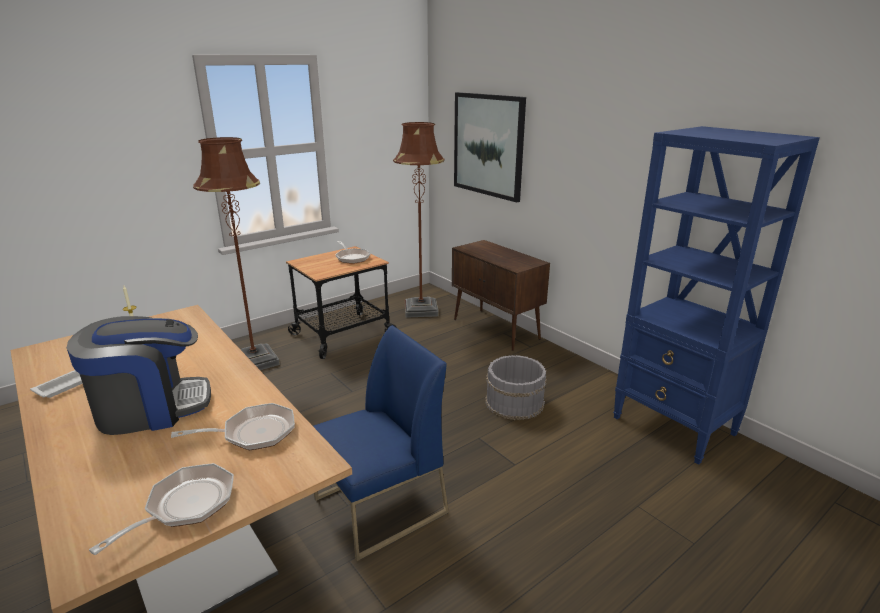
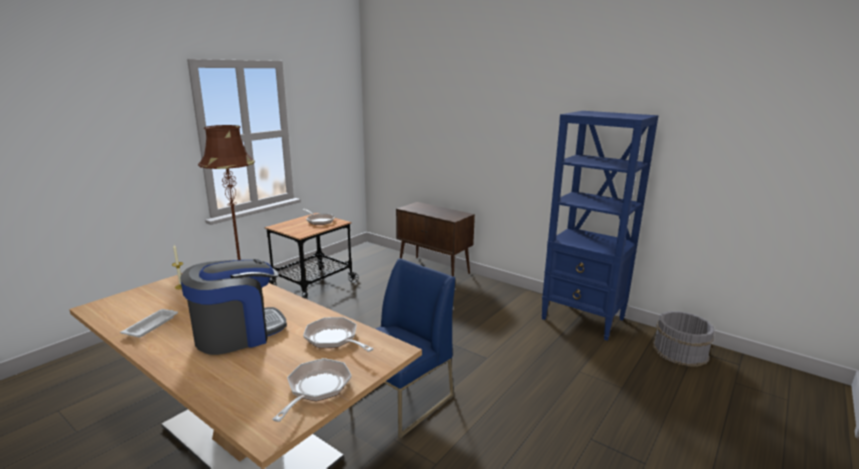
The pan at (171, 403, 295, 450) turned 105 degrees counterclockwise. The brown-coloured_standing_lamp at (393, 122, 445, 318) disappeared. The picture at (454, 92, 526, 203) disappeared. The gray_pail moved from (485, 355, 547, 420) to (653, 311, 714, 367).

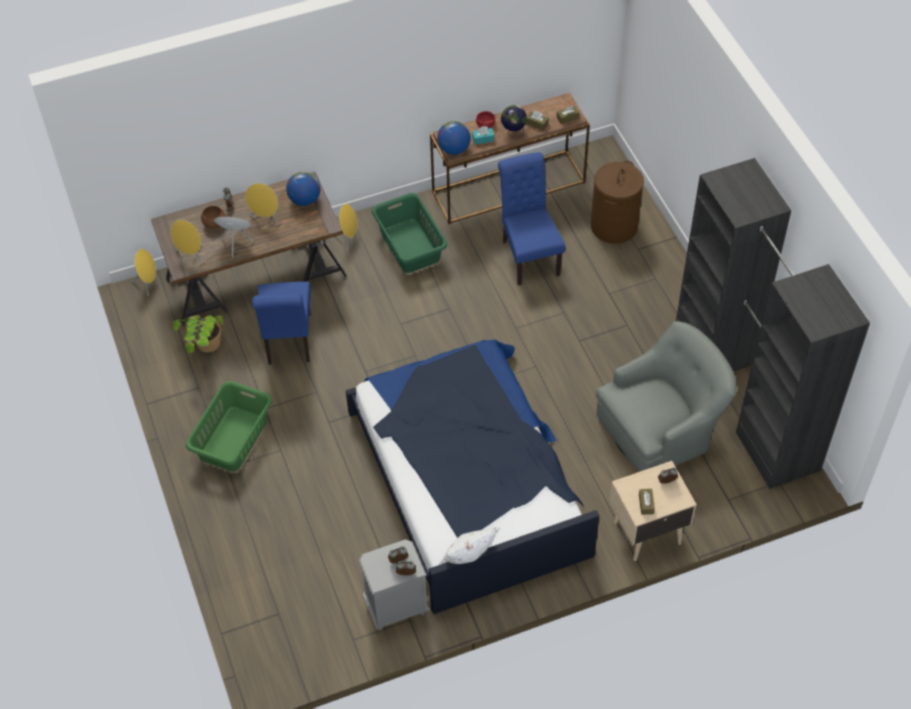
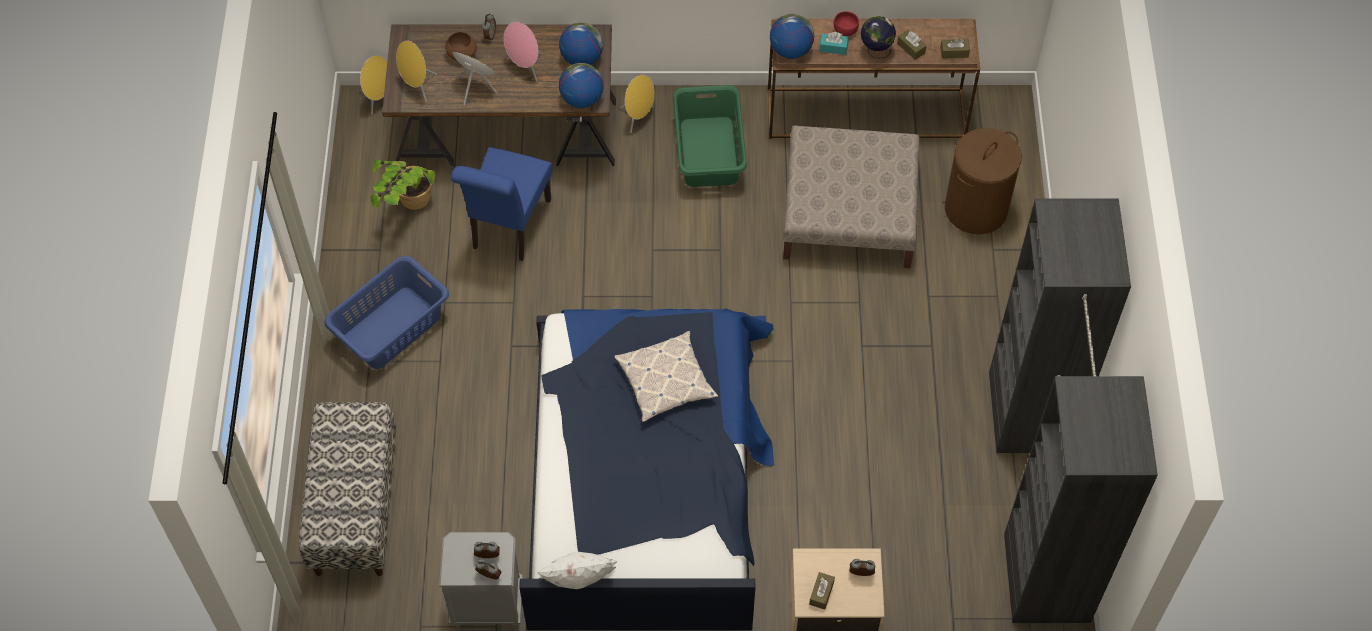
The green_washing_basket at (186, 381, 272, 472) became the blue-coloured_washing_basket at (324, 256, 449, 369). The yellowish_speaker at (245, 183, 279, 225) became the pink-coloured_speaker at (504, 22, 542, 81). The blue-coloured_chair at (498, 152, 565, 286) was replaced by the sand-coloured_footrest at (783, 125, 919, 268). The gray_easy_chair at (596, 321, 737, 472) disappeared. The bench at (299, 402, 397, 576) appeared. The globe at (559, 63, 604, 108) appeared. The pillow at (614, 331, 718, 422) appeared.

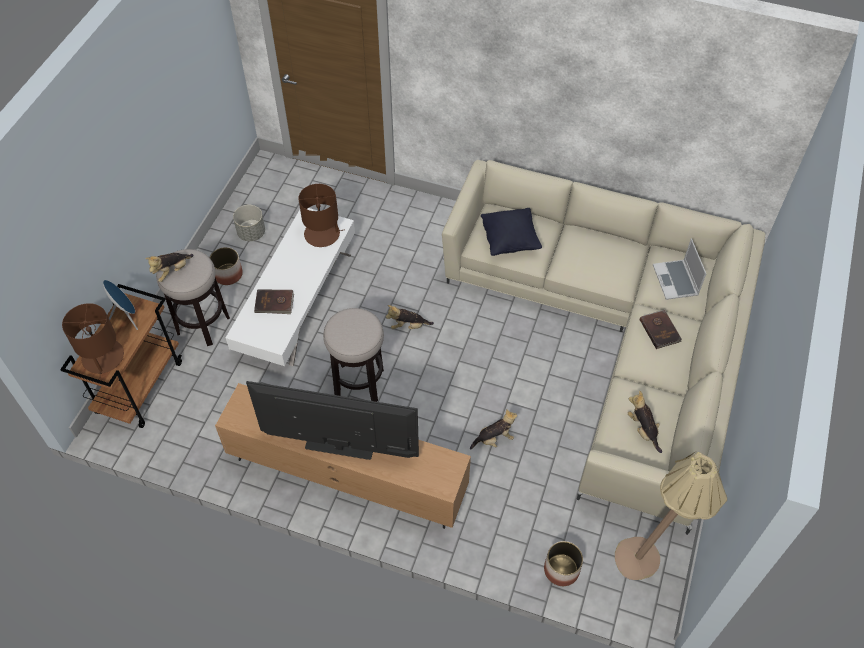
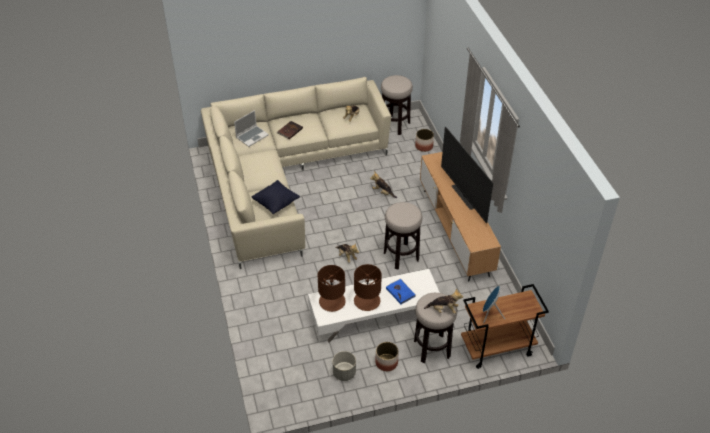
The brown-coloured_tabletop_lamp moved from (62, 303, 124, 378) to (354, 264, 382, 311). The brown-coloured_bound_book at (254, 290, 294, 314) became the blue-coloured_bound_book at (386, 279, 416, 304). The sand-coloured_standing_lamp at (615, 452, 727, 580) was replaced by the sitting_stool at (381, 75, 413, 135).

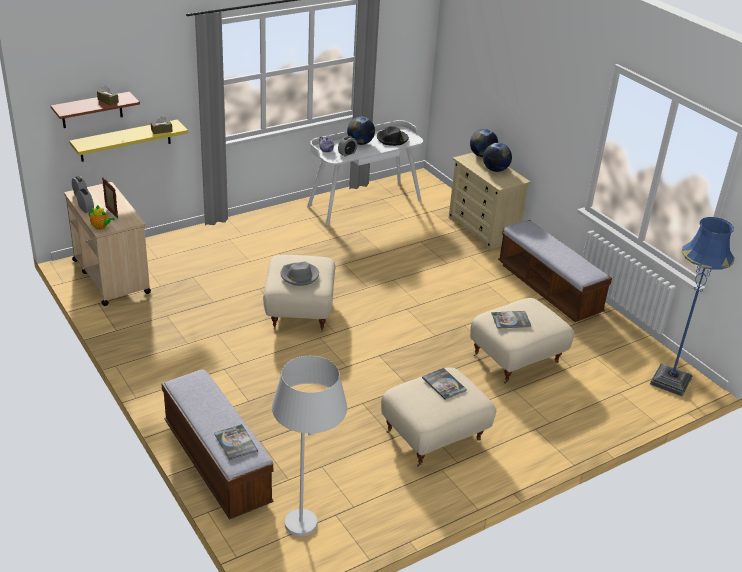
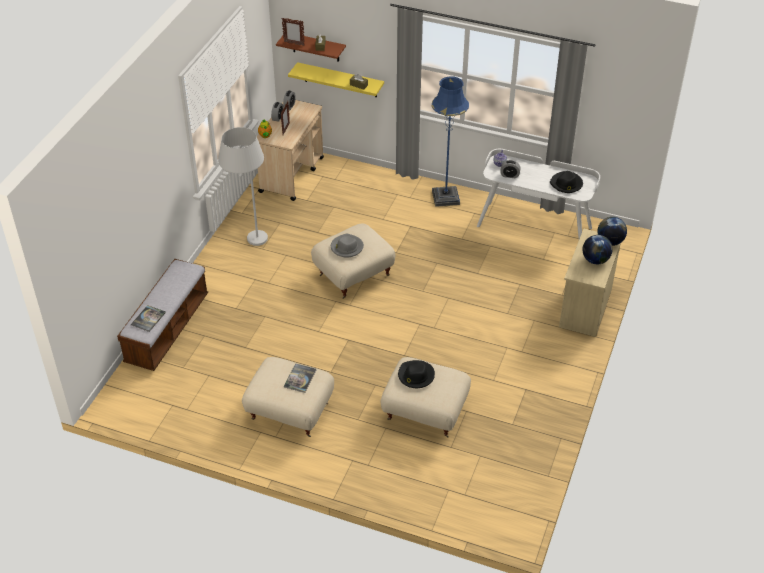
The white-coloured_standing_lamp moved from (272, 356, 347, 536) to (218, 127, 268, 246). The globe at (347, 117, 375, 145) disappeared. The bound_book at (492, 311, 531, 329) was replaced by the black_hat at (398, 360, 435, 388). The bench at (498, 220, 612, 322) disappeared. The blue-coloured_standing_lamp moved from (650, 217, 734, 396) to (432, 76, 469, 207). The picture_frame at (282, 18, 305, 46) appeared.

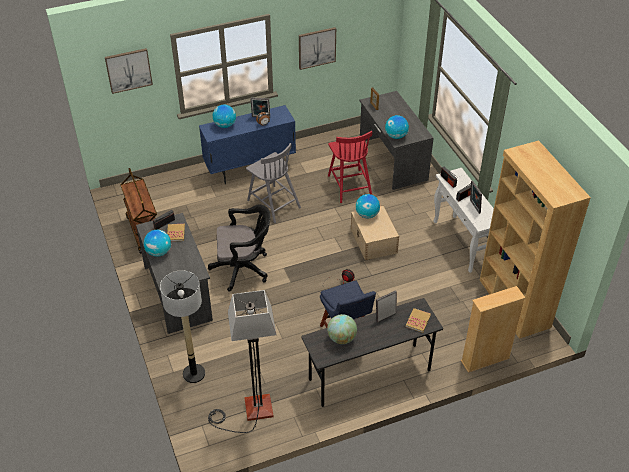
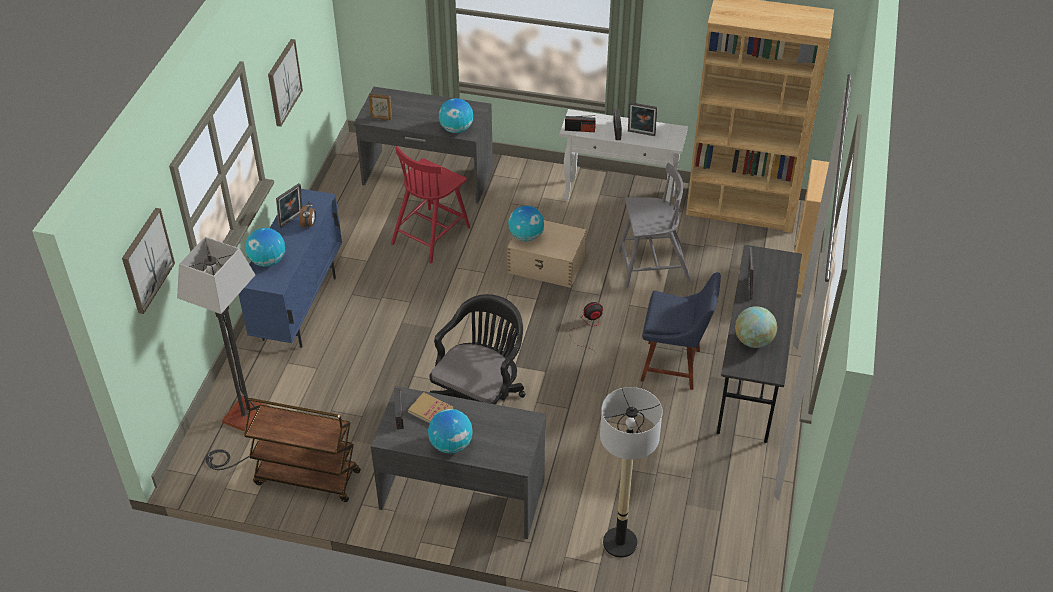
The standing_lamp moved from (208, 290, 277, 433) to (177, 237, 268, 470). The gray_chair moved from (246, 143, 301, 223) to (618, 163, 692, 288). The reddish_chair at (328, 131, 372, 203) turned 105 degrees clockwise. The bound_book at (406, 308, 431, 333) disappeared.

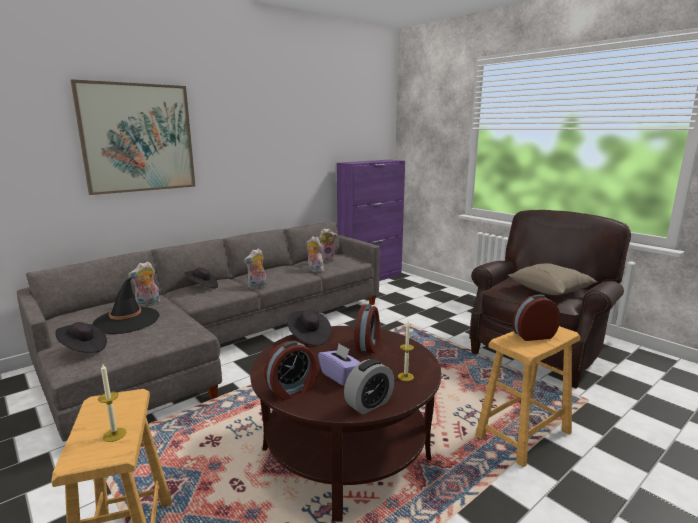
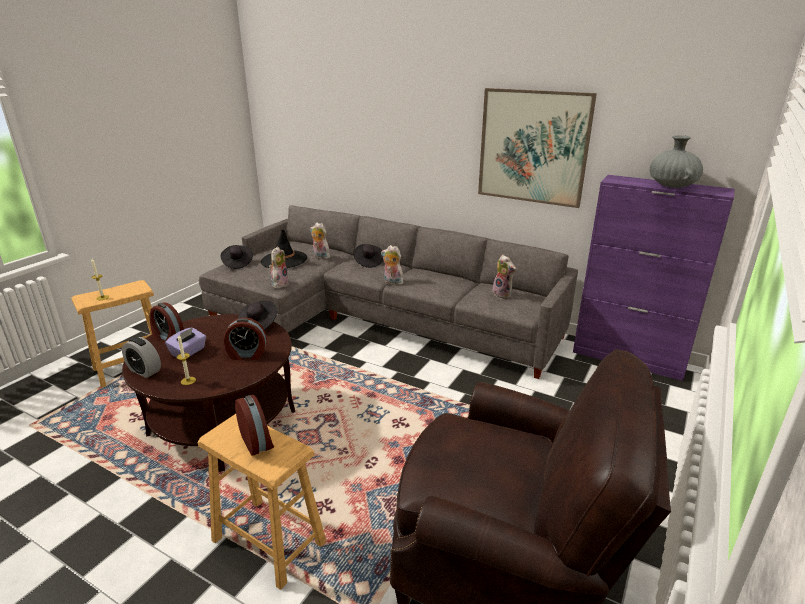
The picture moved from (70, 79, 195, 195) to (478, 88, 597, 208). The plush_toy moved from (306, 236, 324, 272) to (269, 246, 289, 289). The sand-coloured_pillow at (508, 263, 597, 295) disappeared. The gray_flower_vase at (650, 135, 703, 188) appeared.

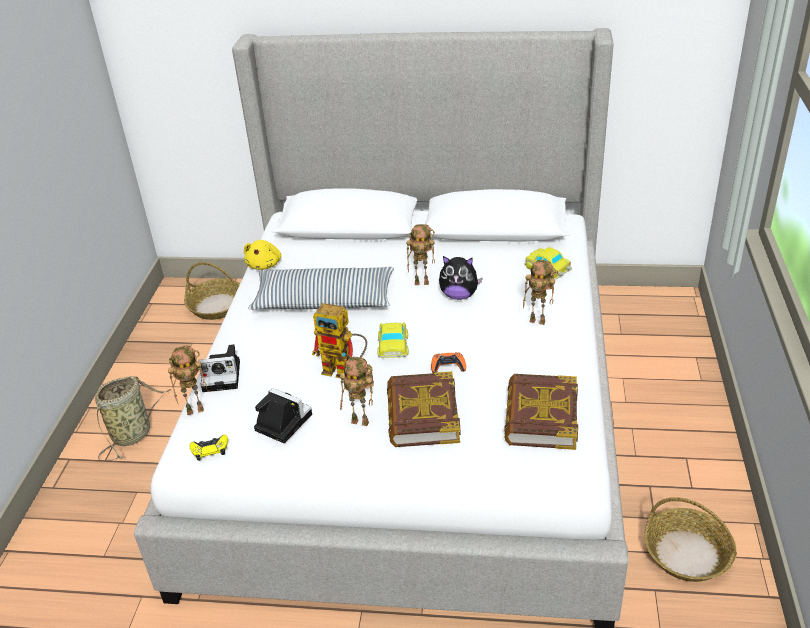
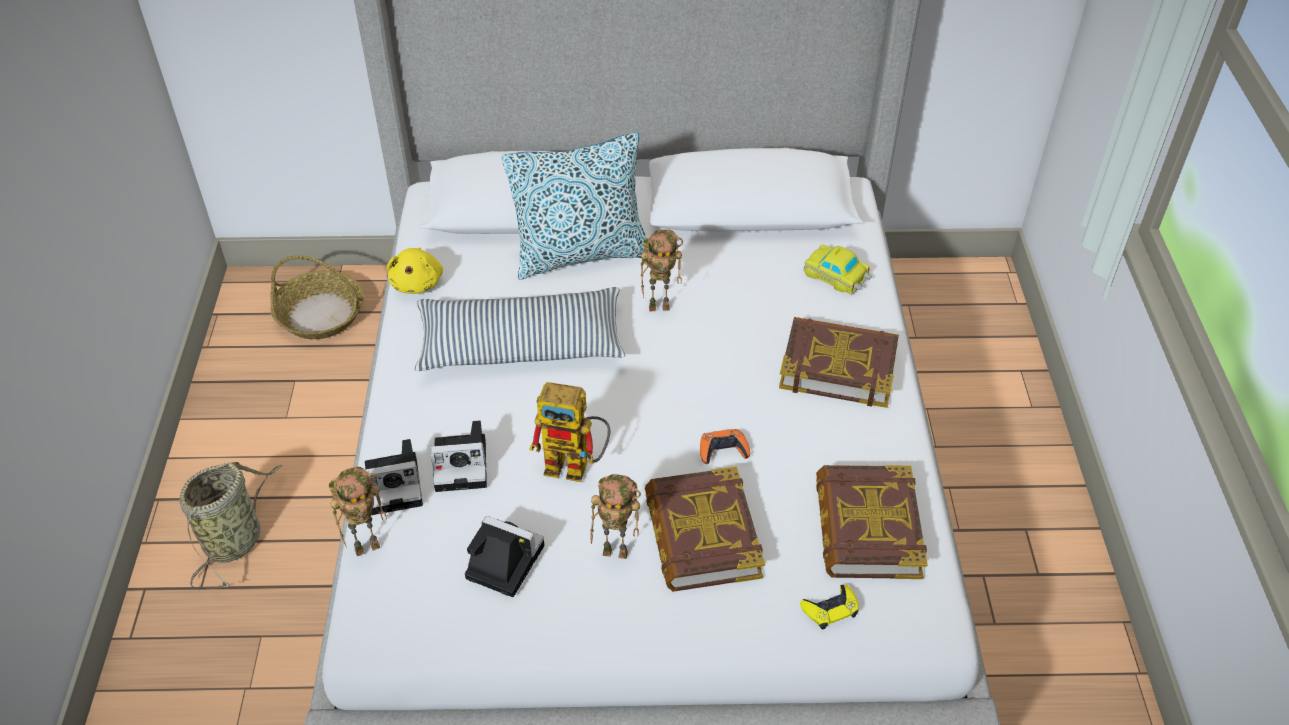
The yellowish_game_controller moved from (190, 435, 228, 461) to (800, 584, 859, 629). The model_car at (377, 322, 409, 358) disappeared. The plush_toy at (439, 256, 483, 300) disappeared. The toy_robot at (523, 260, 556, 325) was replaced by the bound_book at (779, 317, 899, 408). The basket at (644, 497, 737, 582) disappeared. The photo_camera at (430, 420, 487, 492) appeared. The pillow at (501, 132, 646, 280) appeared.

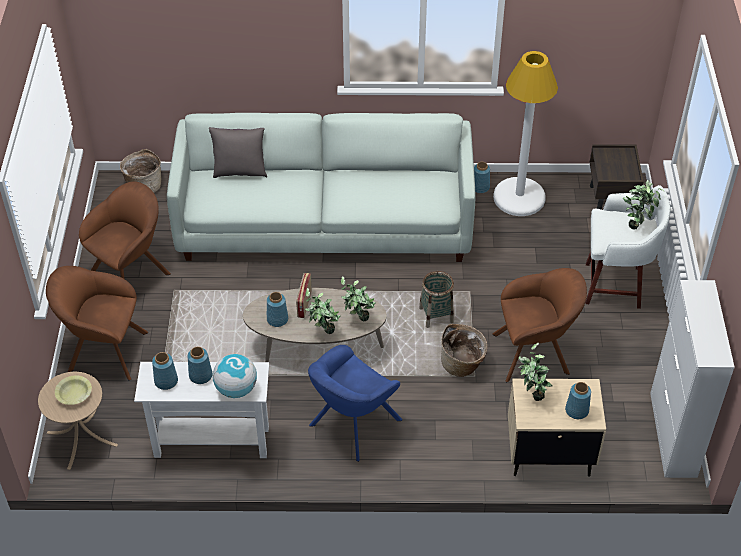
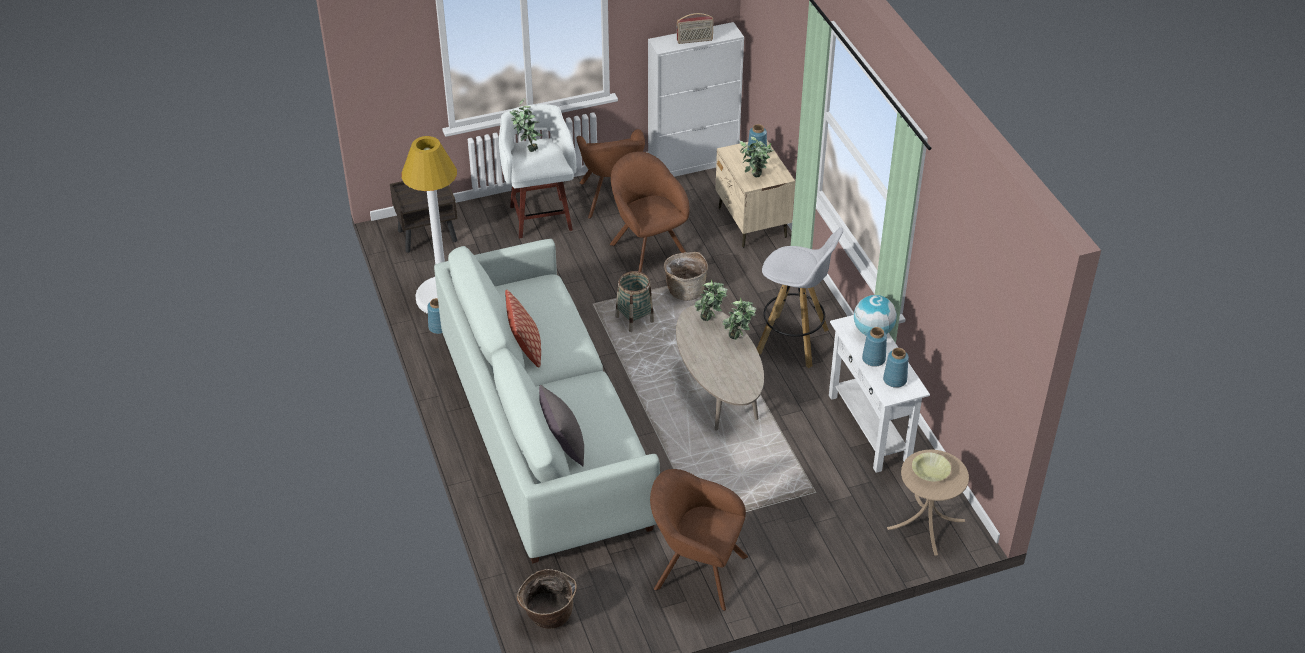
The brown-coloured_easy_chair moved from (46, 266, 148, 381) to (576, 129, 645, 219). The blue-coloured_flower_vase at (267, 292, 288, 327) disappeared. The radio moved from (296, 273, 312, 318) to (676, 13, 714, 44). The blue-coloured_easy_chair at (308, 345, 403, 462) was replaced by the white-coloured_sitting_stool at (757, 228, 843, 368). The pillow at (505, 290, 541, 367) appeared.

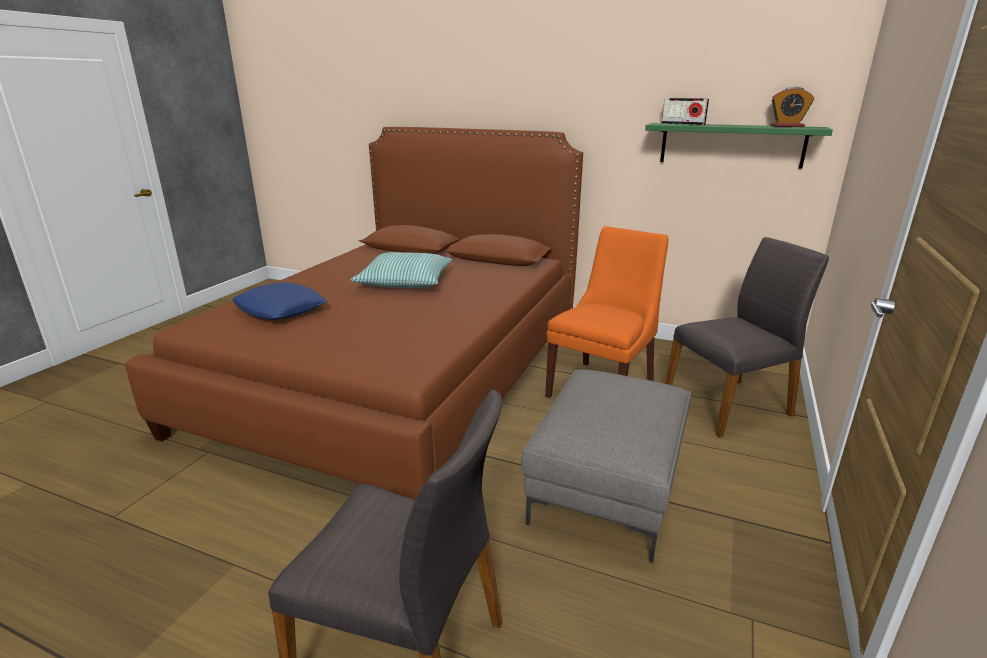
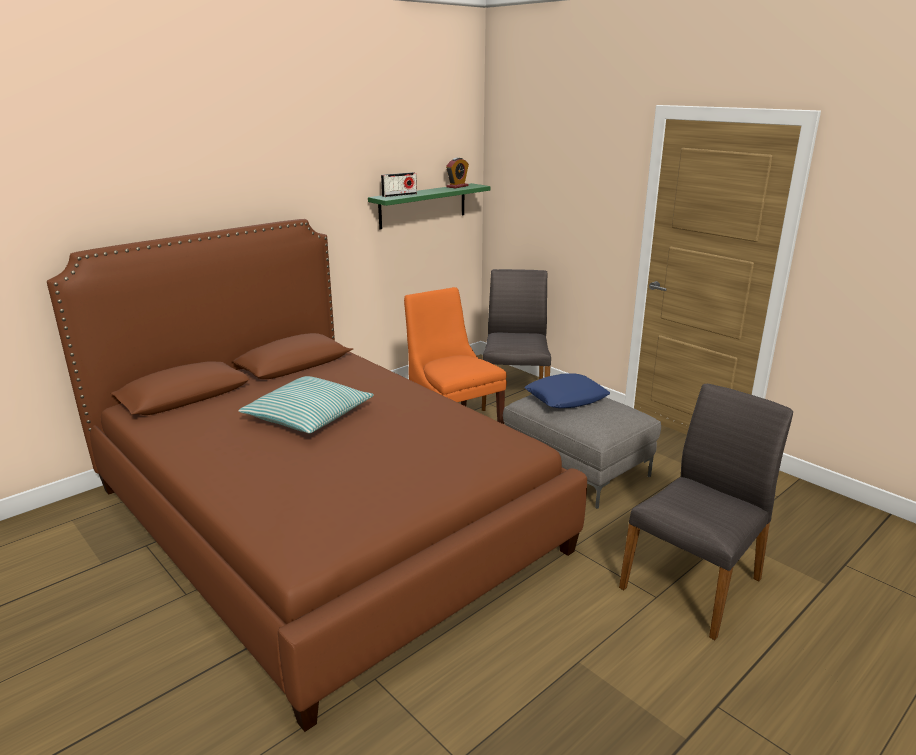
The blue-coloured_pillow moved from (232, 282, 327, 320) to (524, 373, 610, 408).

